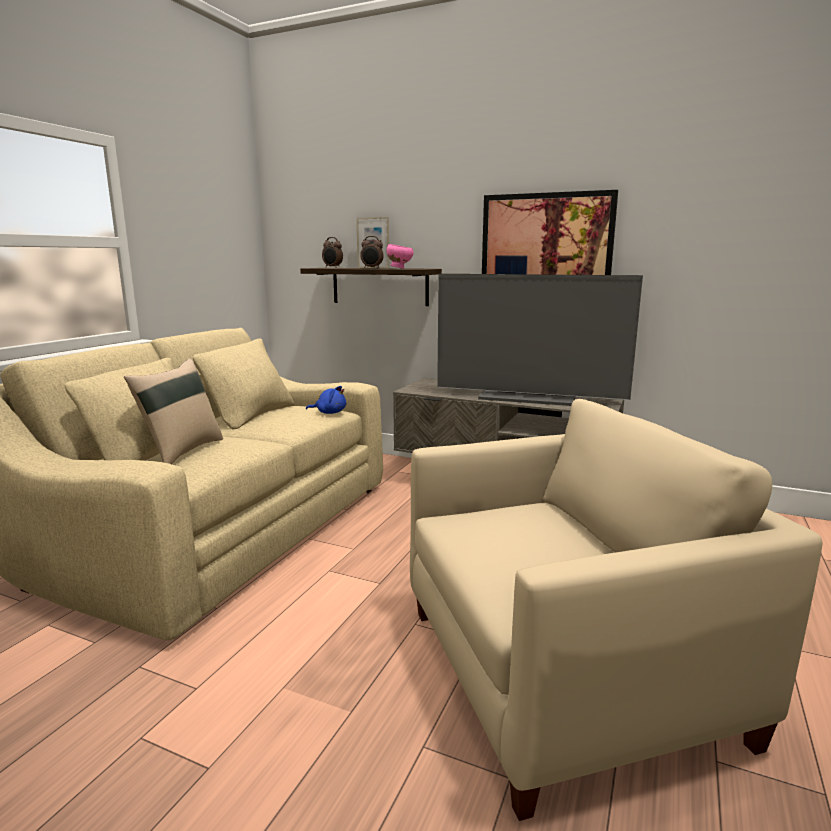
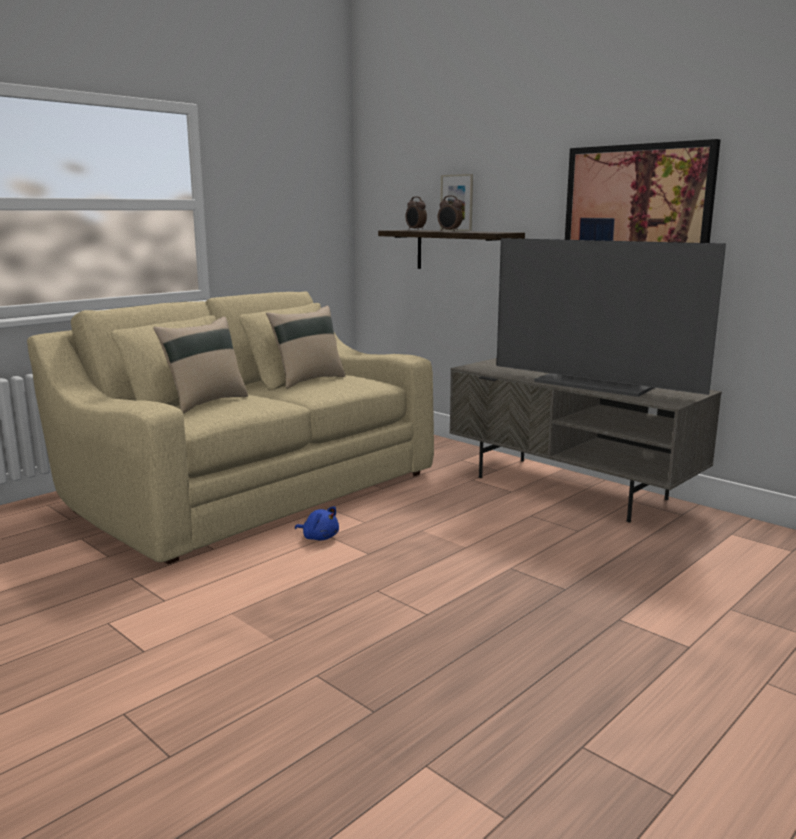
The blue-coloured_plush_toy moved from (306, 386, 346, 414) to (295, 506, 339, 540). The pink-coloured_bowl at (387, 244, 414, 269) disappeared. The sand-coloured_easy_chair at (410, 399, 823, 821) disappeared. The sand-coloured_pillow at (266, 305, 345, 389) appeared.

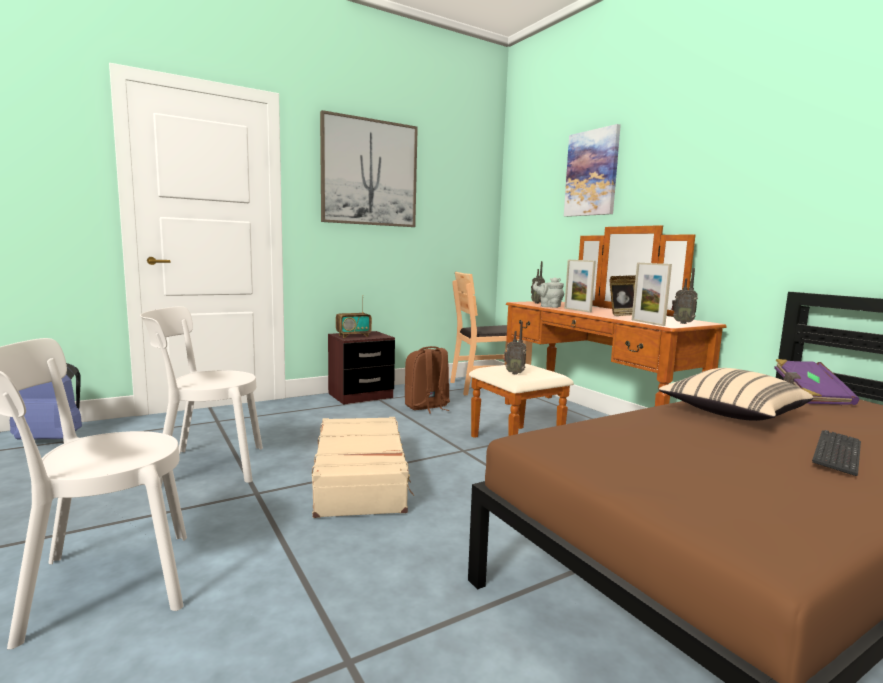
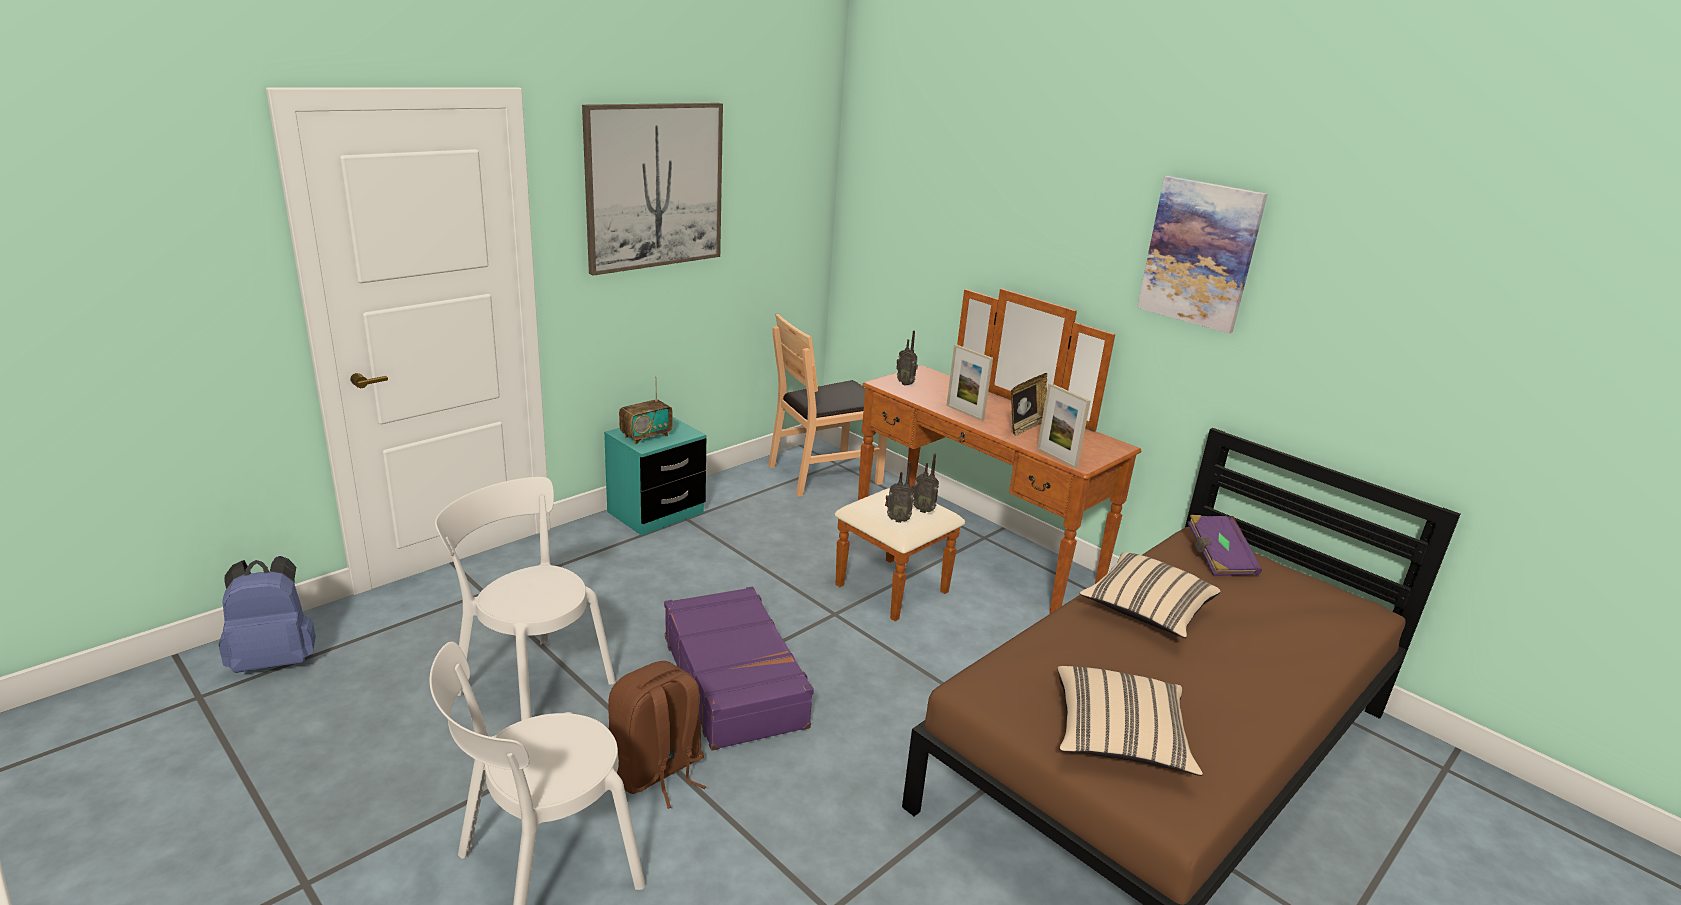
The white-coloured_chair at (140, 306, 263, 487) turned 60 degrees clockwise. The sand-coloured_travel_case at (312, 417, 414, 518) became the purple-coloured_travel_case at (664, 586, 814, 751). The brown-coloured_nightstand at (328, 331, 395, 404) became the turquoise-coloured_nightstand at (604, 417, 706, 536). The brown-coloured_knapsack moved from (405, 346, 450, 414) to (608, 661, 706, 809). The gray_tea_pot at (533, 278, 564, 308) disappeared. The picture moved from (564, 124, 621, 217) to (1137, 176, 1268, 333). The radio moved from (671, 268, 698, 324) to (912, 454, 939, 513). The PC_keyboard at (812, 430, 861, 476) disappeared. The sand-coloured_pillow at (1057, 666, 1203, 776) appeared.

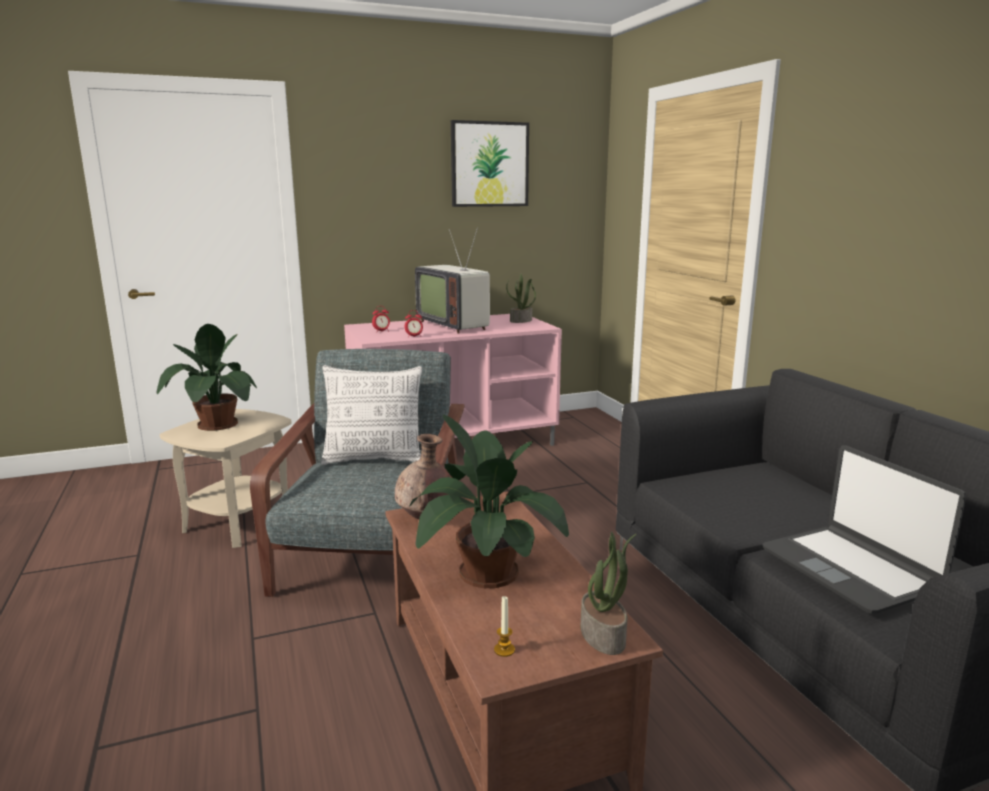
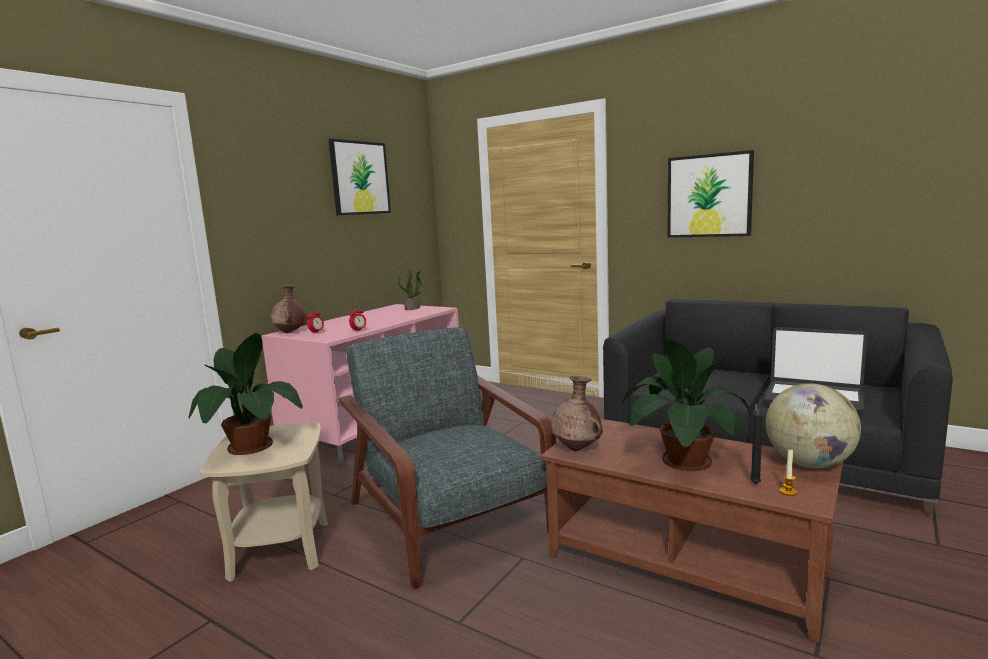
The pillow at (321, 365, 422, 465) disappeared. The TV_set at (415, 227, 490, 334) disappeared. The plant_in_a_pot at (581, 531, 636, 655) was replaced by the globe at (766, 383, 861, 468). The brown-coloured_flower_vase at (271, 284, 305, 333) appeared. The picture at (667, 150, 754, 238) appeared. The black_wax_candle at (750, 404, 763, 484) appeared.

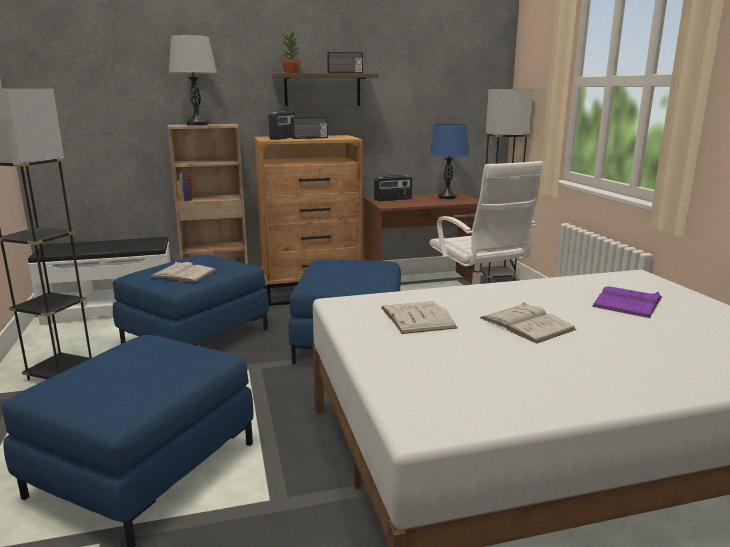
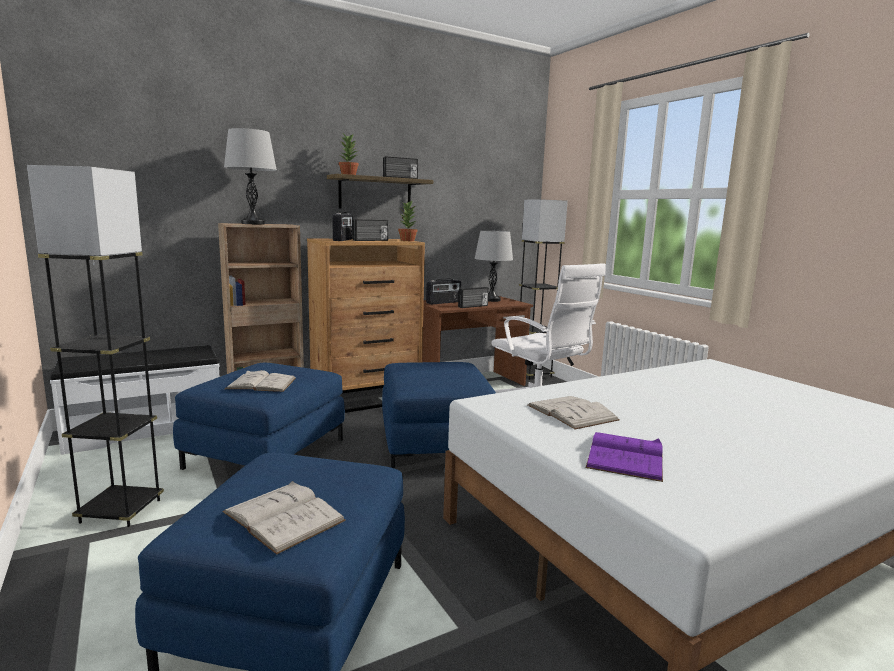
The blue-coloured_tabletop_lamp at (429, 124, 470, 199) became the gray_tabletop_lamp at (475, 230, 513, 302). The white-coloured_bound_book moved from (480, 302, 576, 343) to (223, 481, 346, 555). The purple-coloured_bound_book moved from (592, 286, 662, 318) to (586, 432, 663, 482). The plant_in_a_pot at (398, 201, 418, 241) appeared. The radio at (458, 287, 489, 308) appeared.

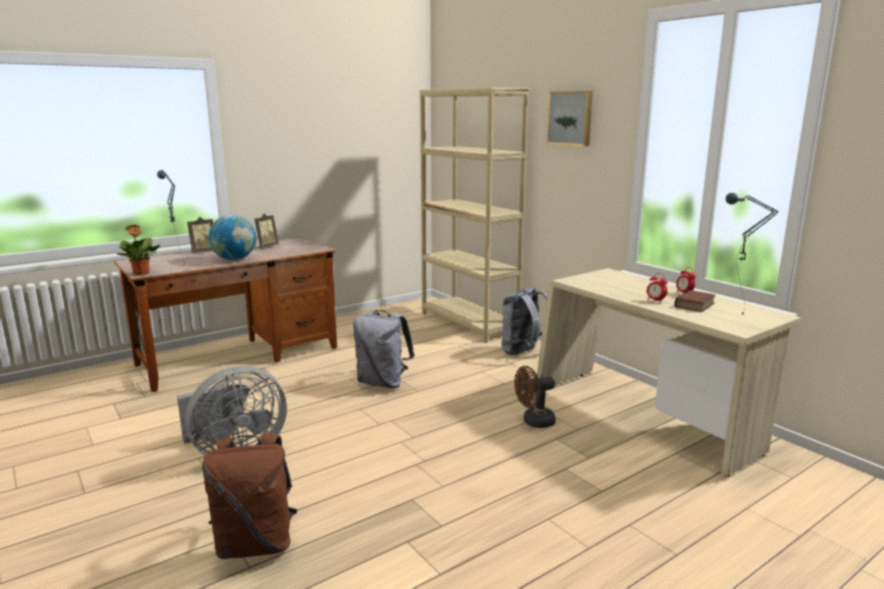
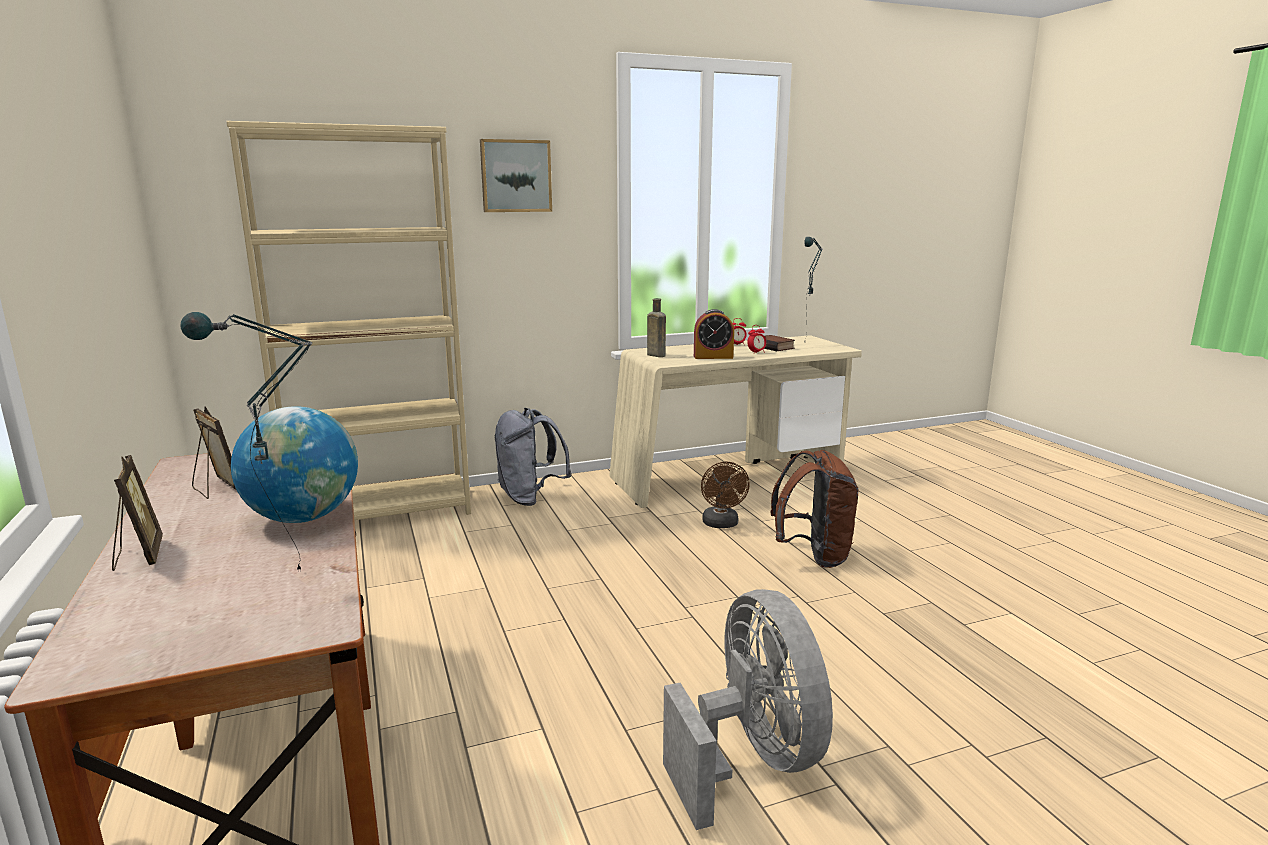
The plant_in_a_pot at (117, 224, 160, 275) disappeared. The brown-coloured_knapsack moved from (202, 432, 298, 559) to (771, 450, 858, 568). The gray_knapsack at (353, 310, 414, 388) disappeared. The brown-coloured_beverage_bottle at (647, 298, 666, 357) appeared. The bedside_clock at (694, 309, 734, 359) appeared.

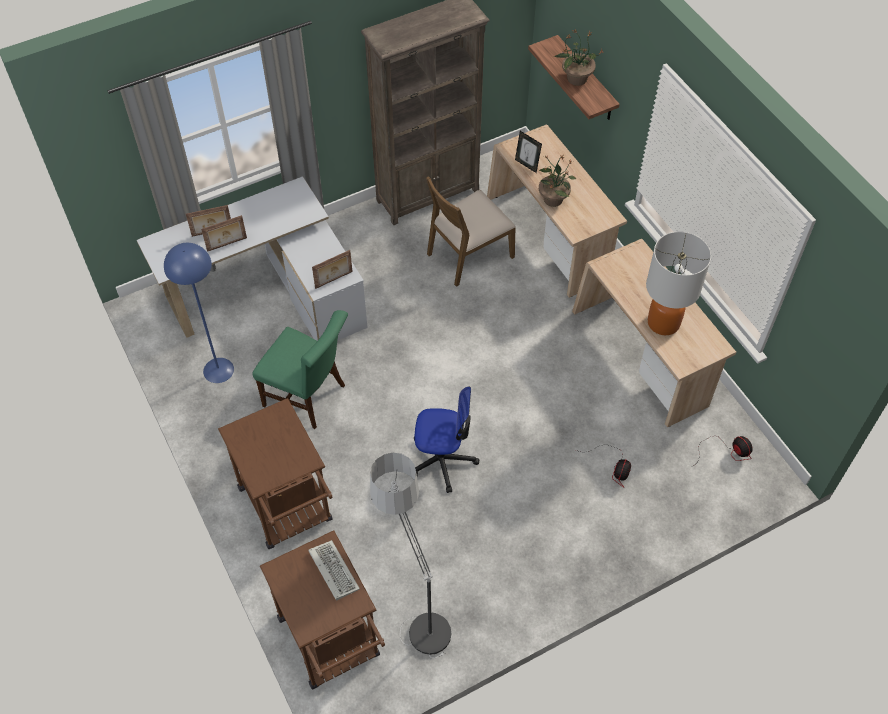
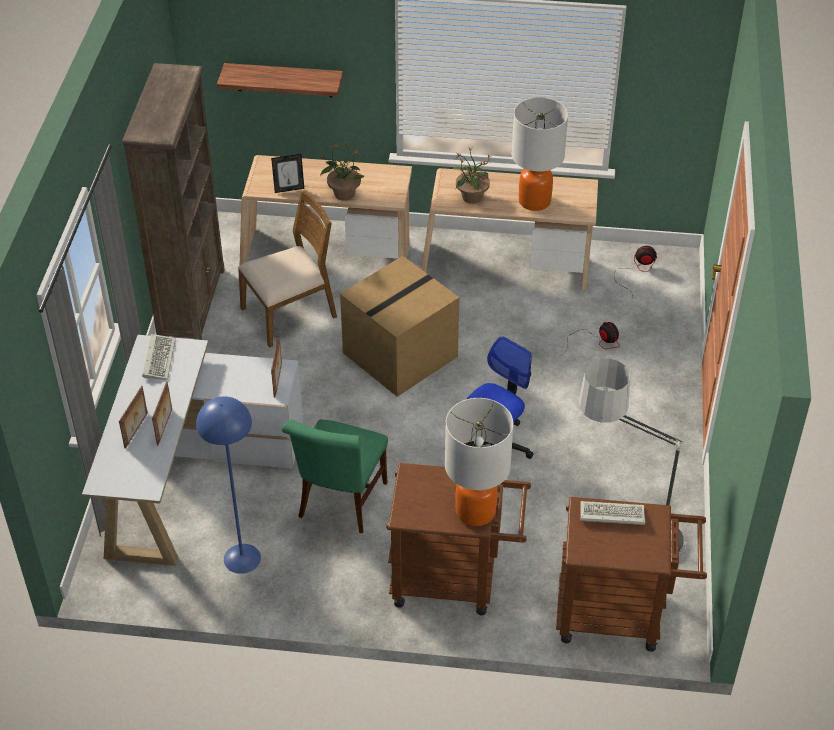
The green_chair at (252, 310, 348, 429) turned 135 degrees clockwise. The brown-coloured_chair at (426, 176, 516, 287) turned 120 degrees counterclockwise. The plant_in_a_pot moved from (554, 28, 604, 86) to (453, 147, 491, 204). The PC_keyboard at (142, 334, 176, 380) appeared. The carton at (340, 256, 460, 397) appeared. The tabletop_lamp at (445, 398, 514, 526) appeared.

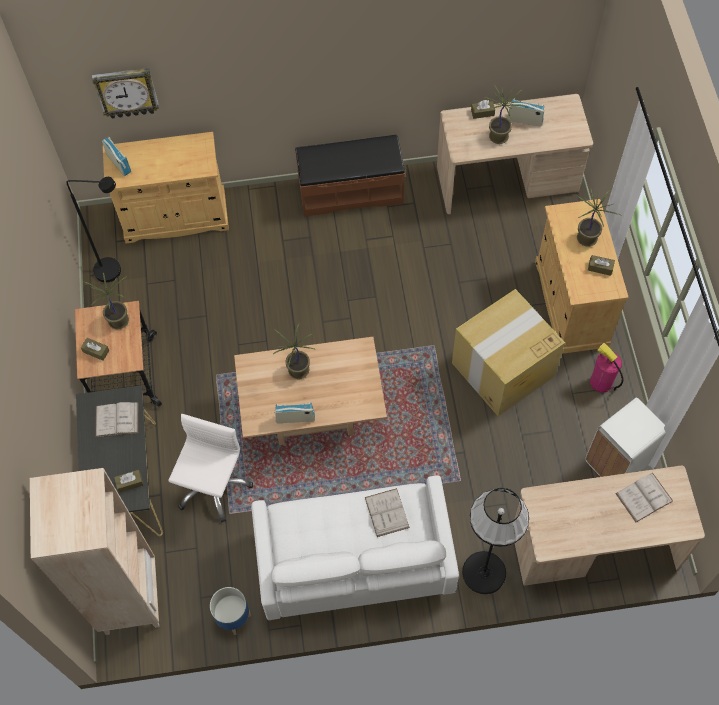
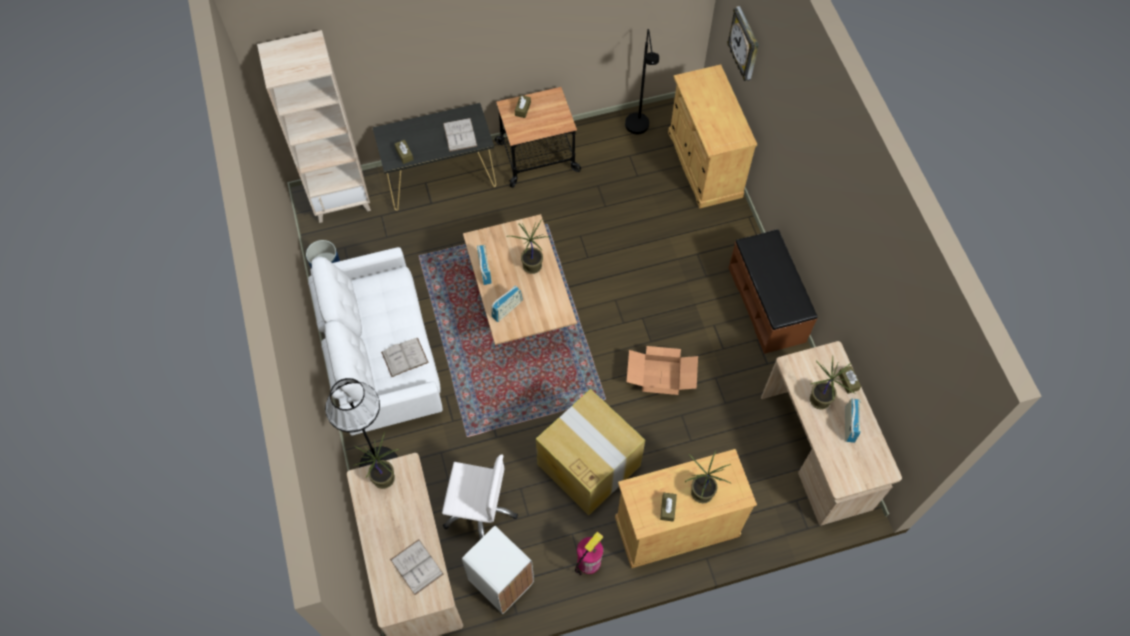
The plant_in_a_pot moved from (84, 273, 129, 330) to (352, 432, 399, 489). The radio moved from (102, 137, 131, 176) to (491, 286, 523, 322). The white-coloured_office_chair moved from (168, 414, 253, 522) to (442, 454, 518, 539). The carton at (627, 346, 698, 395) appeared.

